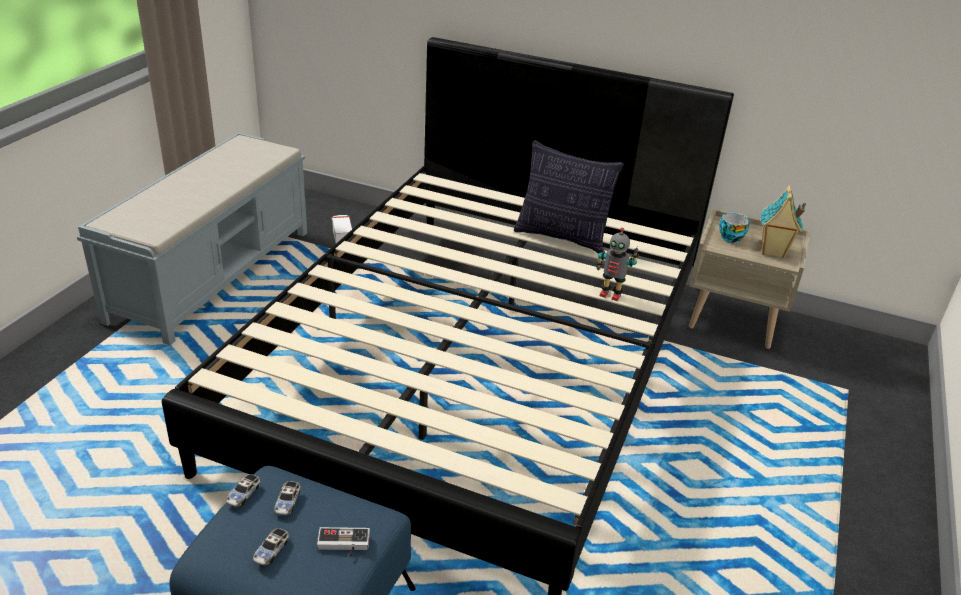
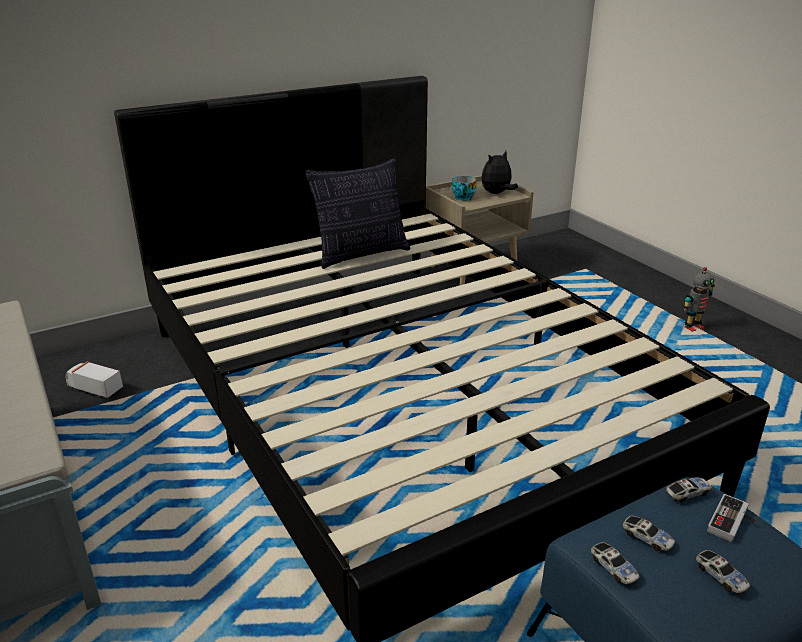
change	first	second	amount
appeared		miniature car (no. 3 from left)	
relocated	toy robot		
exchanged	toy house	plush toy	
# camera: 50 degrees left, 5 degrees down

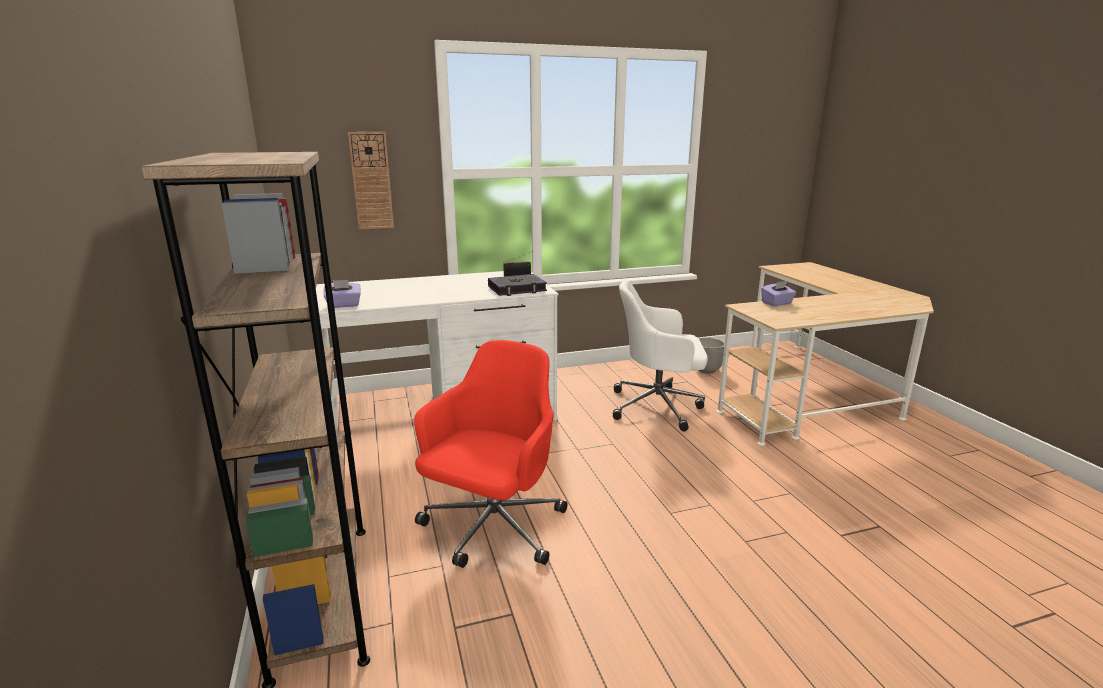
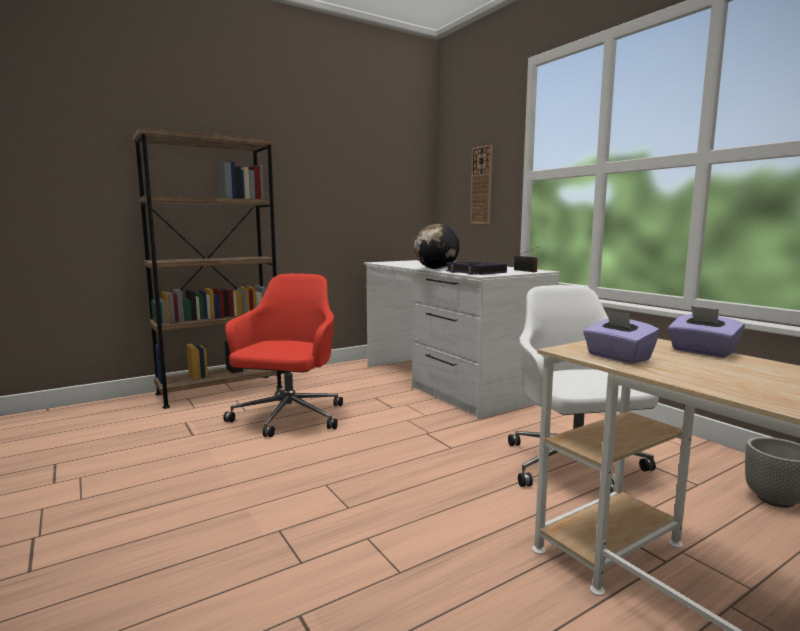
change	first	second	amount
appeared		world globe	
relocated	purple tissue holder (no. 1 from left)		
spun	red-coloured desk chair		90 degrees counterclockwise
# camera: 75 degrees right, 10 degrees down

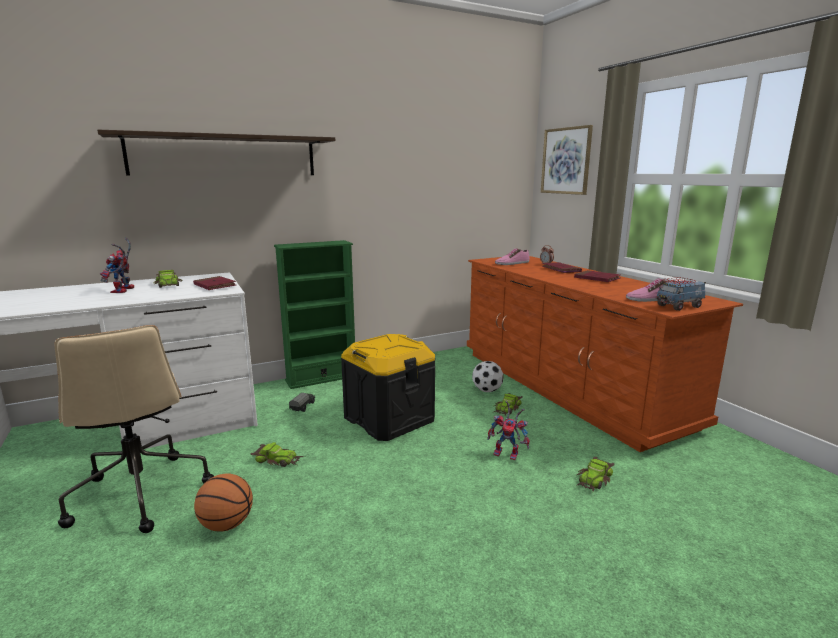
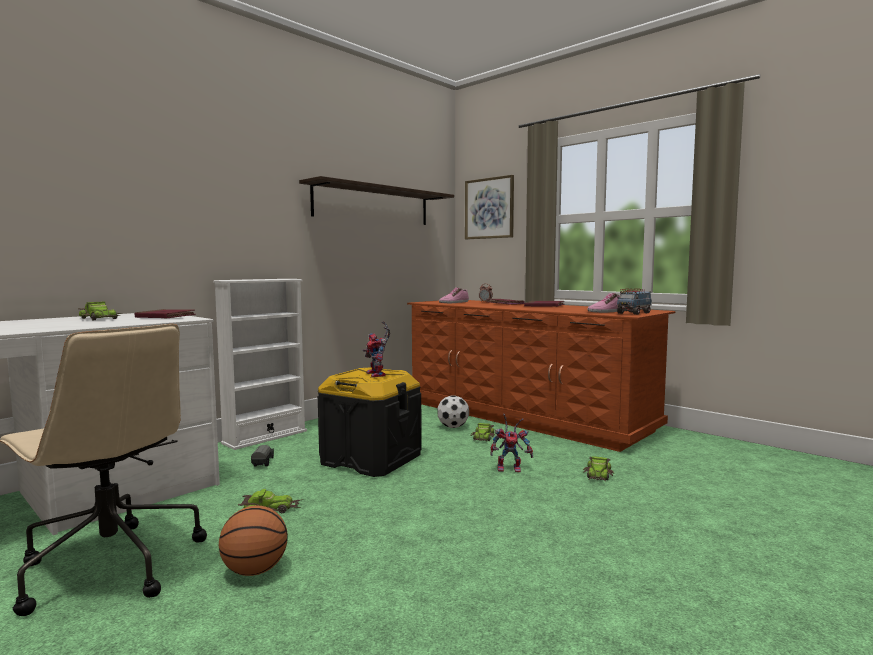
change	first	second	amount
relocated	wall shelf		
relocated	toy robot (no. 1 from left)		
colour	greenish shelving unit	white shelving unit	
# camera: 20 degrees left, 10 degrees down

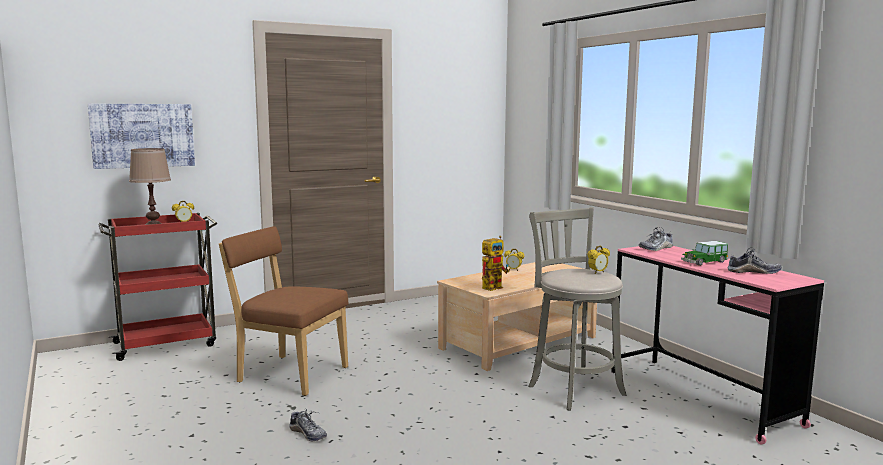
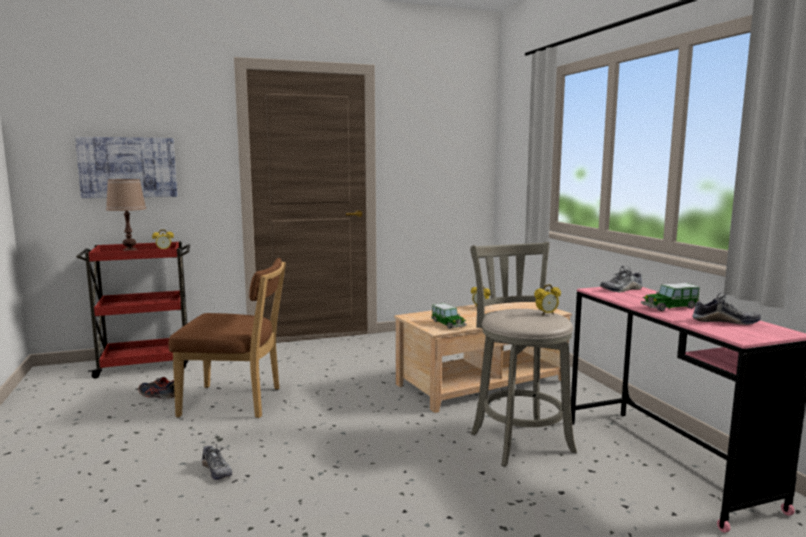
change	first	second	amount
appeared		low shoe (no. 1 from left)	
exchanged	toy robot	miniature car (no. 1 from left)	
spun	brownish upright chair		150 degrees clockwise
# camera: 10 degrees right, 0 degrees up

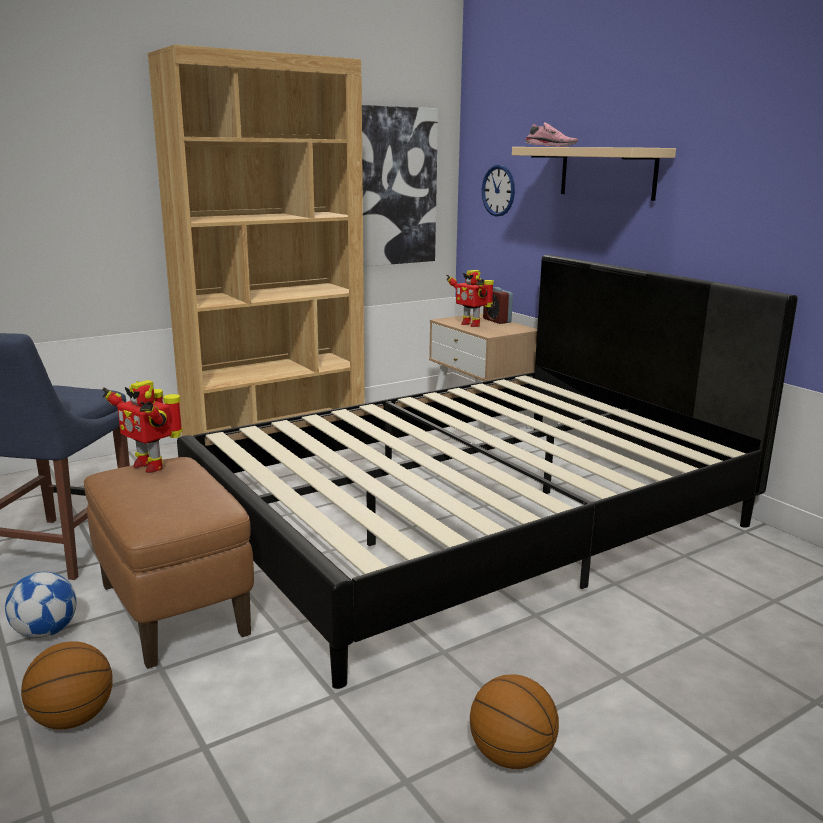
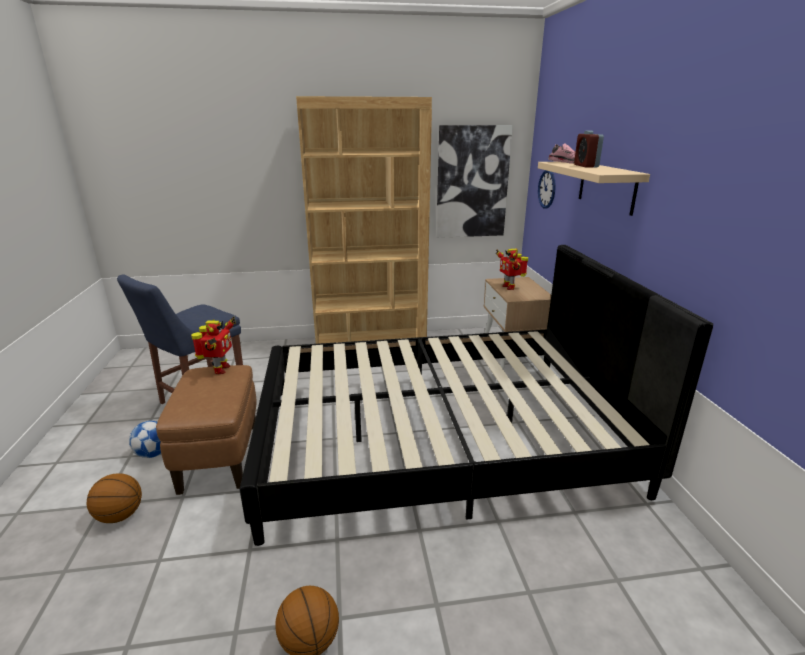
change	first	second	amount
relocated	bedside clock		
spun	toy robot (no. 1 from left)		150 degrees counterclockwise
# camera: 25 degrees right, 5 degrees up

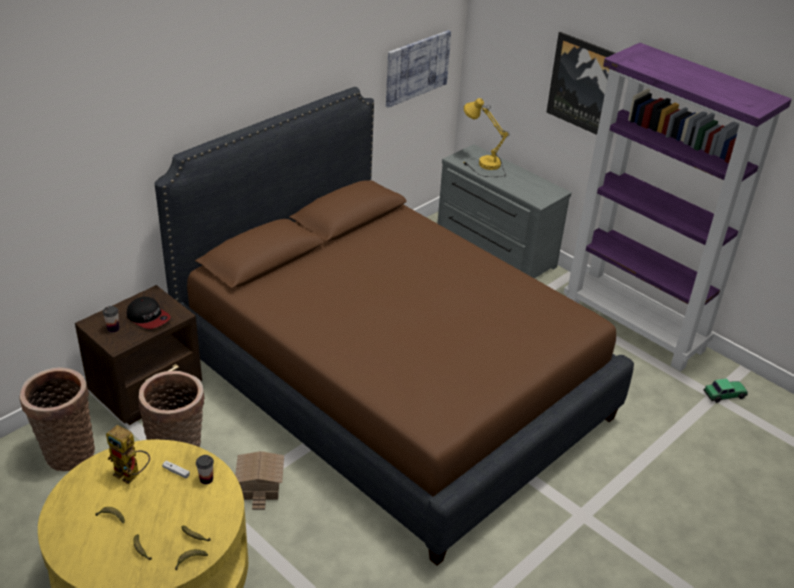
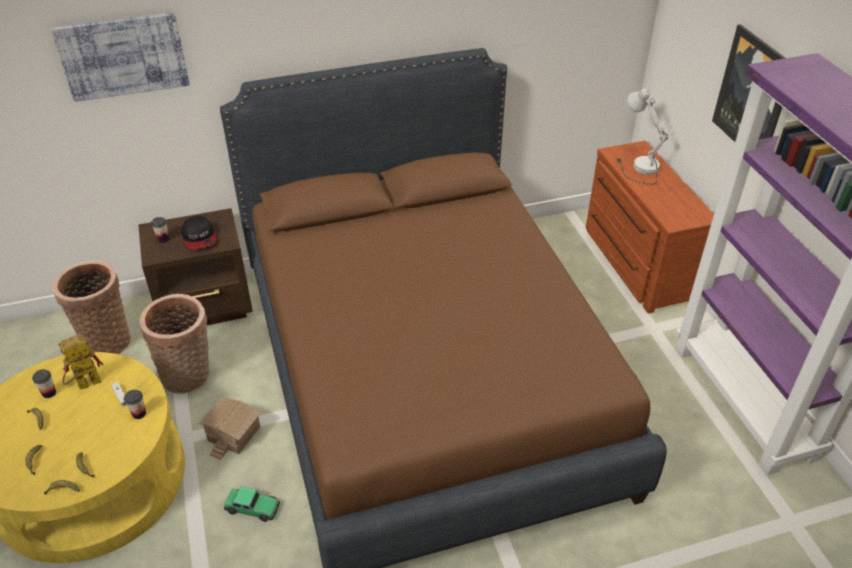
change	first	second	amount
appeared		small cup (no. 1 from left)	
relocated	wall picture (no. 1 from left)		
relocated	miniature car		
colour	greyish chest of drawers	brownish chest of drawers	
colour	yellowish table lamp	white table lamp	
spun	toy robot		90 degrees clockwise
# camera: 30 degrees right, 5 degrees up

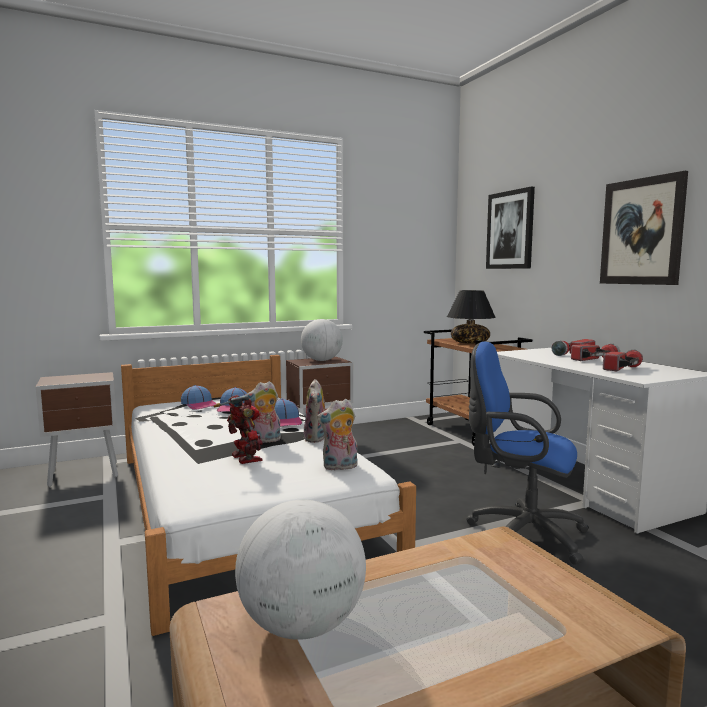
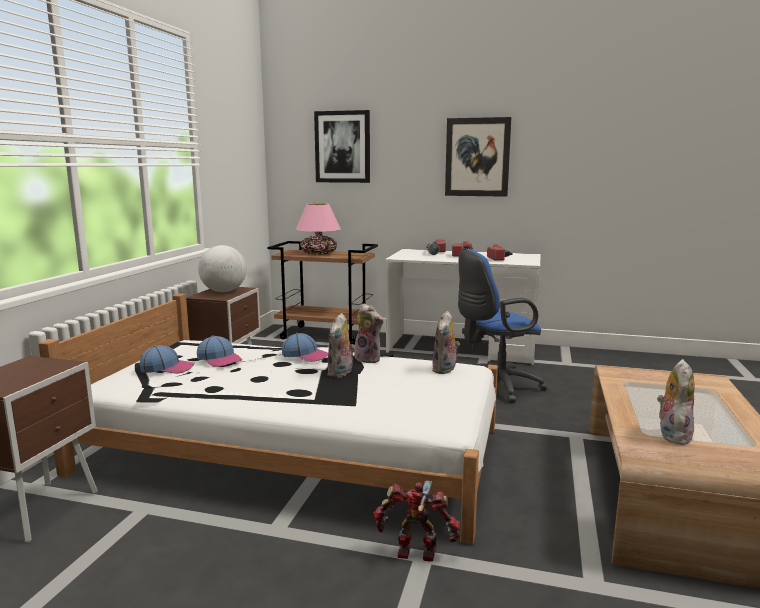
change	first	second	amount
relocated	toy robot		
exchanged	world globe (no. 1 from left)	plush toy (no. 4 from left)	
colour	blackish table lamp	pink table lamp	
# camera: 50 degrees left, 5 degrees up

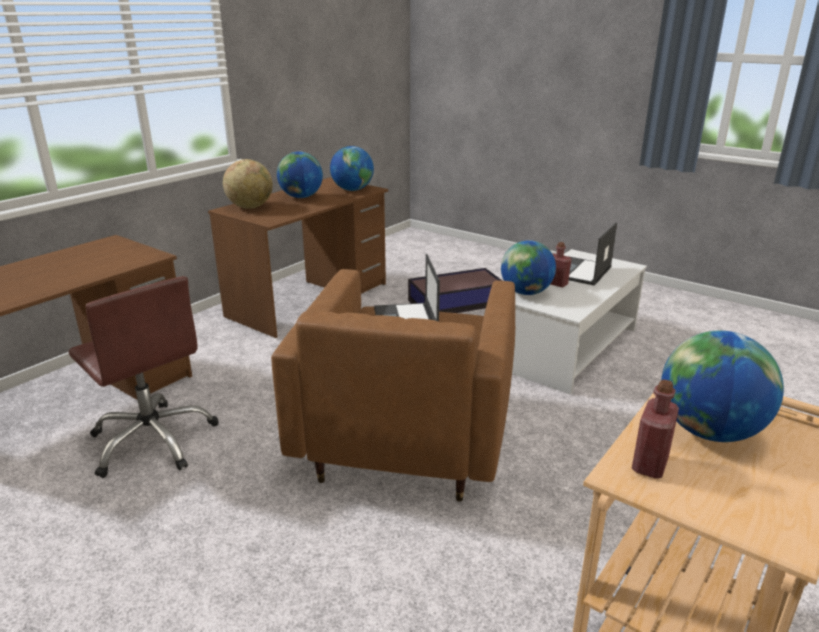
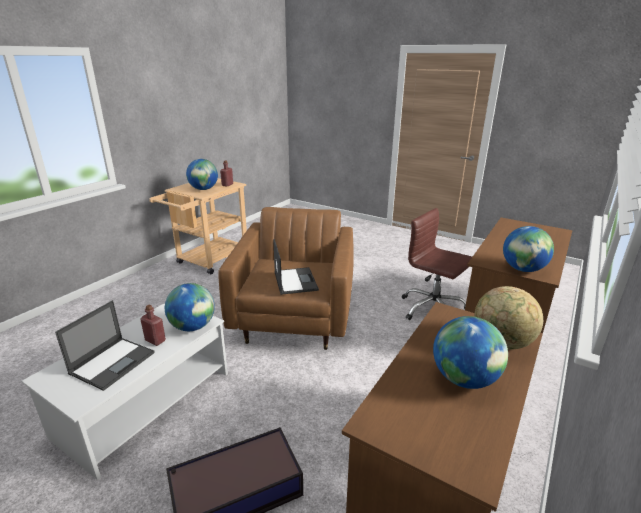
change	first	second	amount
relocated	world globe (no. 3 from left in the first image)	world globe (no. 5 from left)	
# camera: 175 degrees right, 0 degrees up

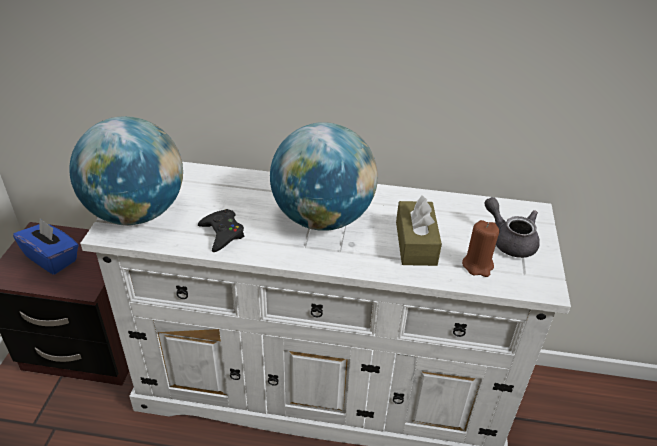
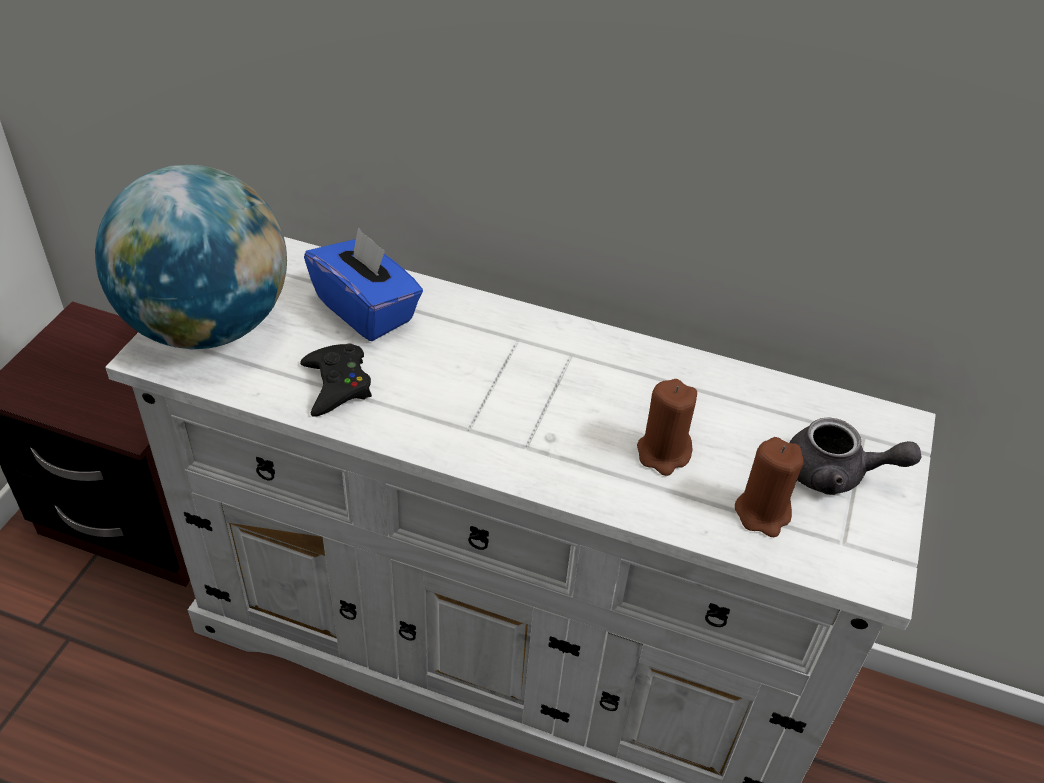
change	first	second	amount
missing	world globe (no. 2 from left)		
relocated	bluish tissue holder		
exchanged	brownish tissue holder	brownish wax light (no. 1 from left)	
spun	greyish tea pot		135 degrees clockwise
# camera: 10 degrees right, 5 degrees up

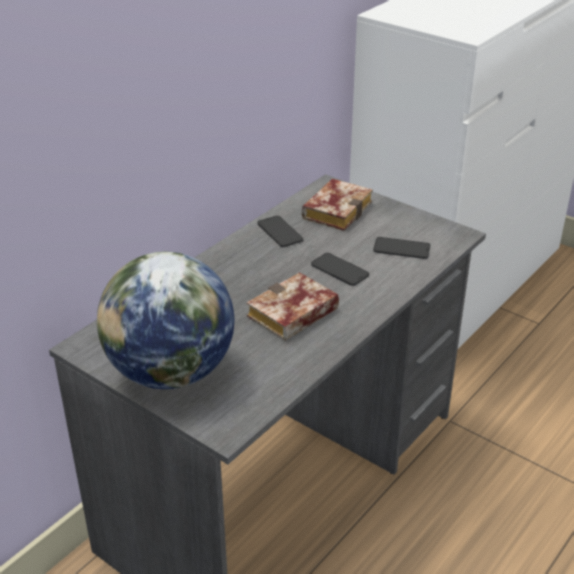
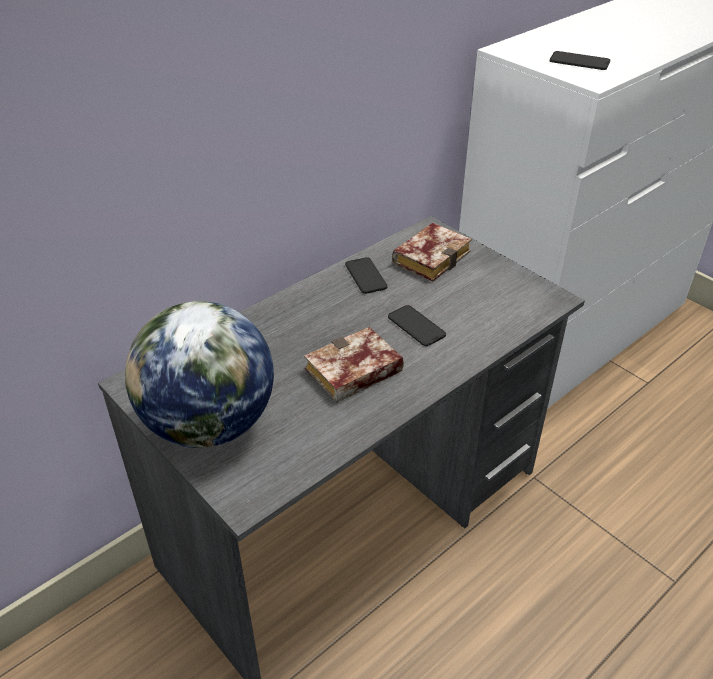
change	first	second	amount
relocated	telephone (no. 3 from left)		
# camera: 10 degrees right, 5 degrees up

